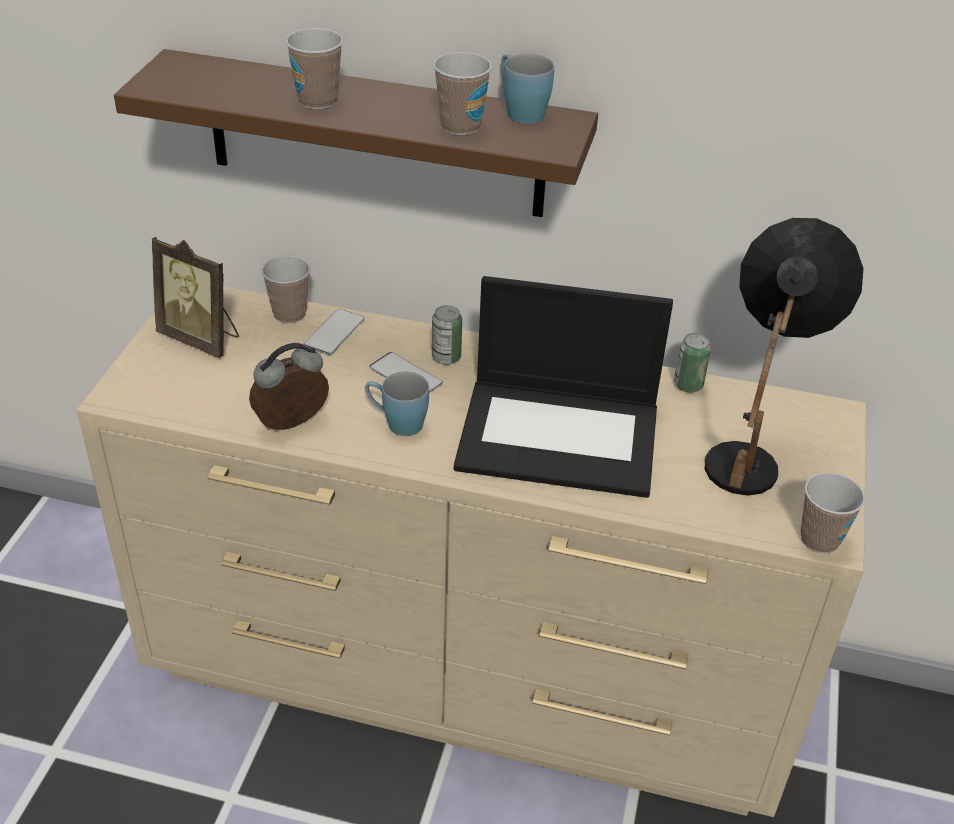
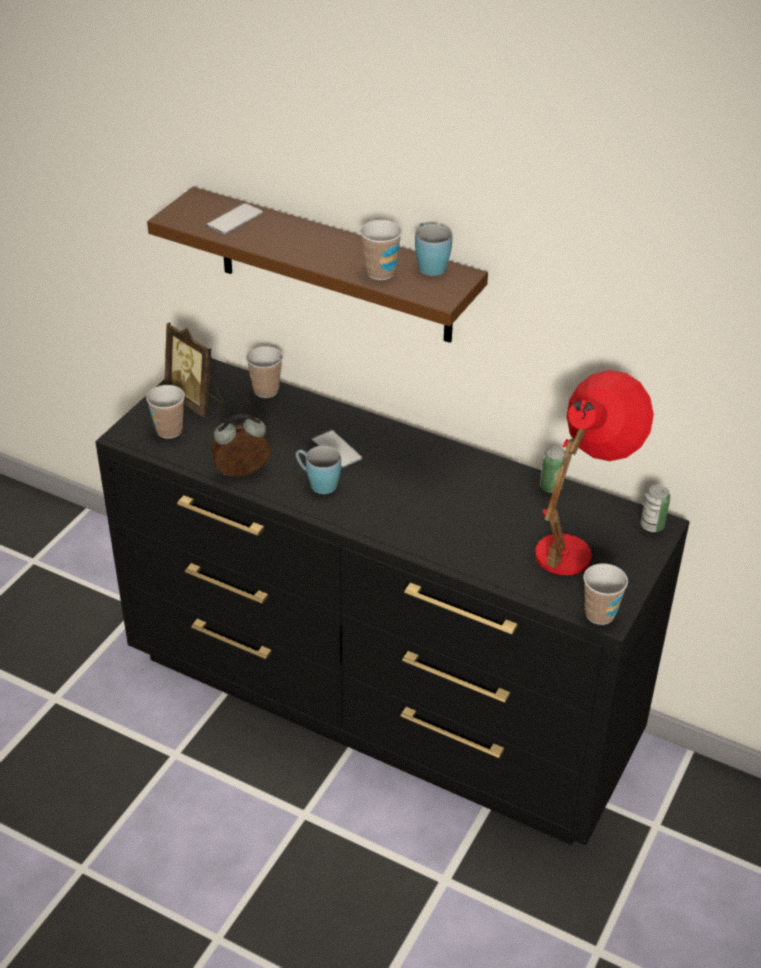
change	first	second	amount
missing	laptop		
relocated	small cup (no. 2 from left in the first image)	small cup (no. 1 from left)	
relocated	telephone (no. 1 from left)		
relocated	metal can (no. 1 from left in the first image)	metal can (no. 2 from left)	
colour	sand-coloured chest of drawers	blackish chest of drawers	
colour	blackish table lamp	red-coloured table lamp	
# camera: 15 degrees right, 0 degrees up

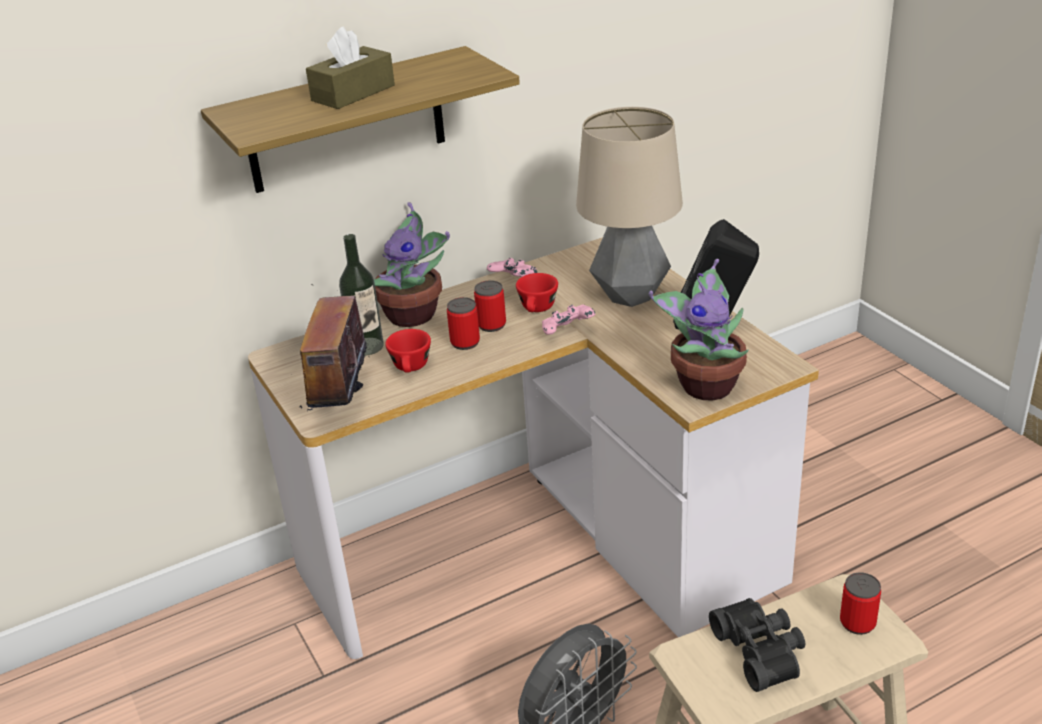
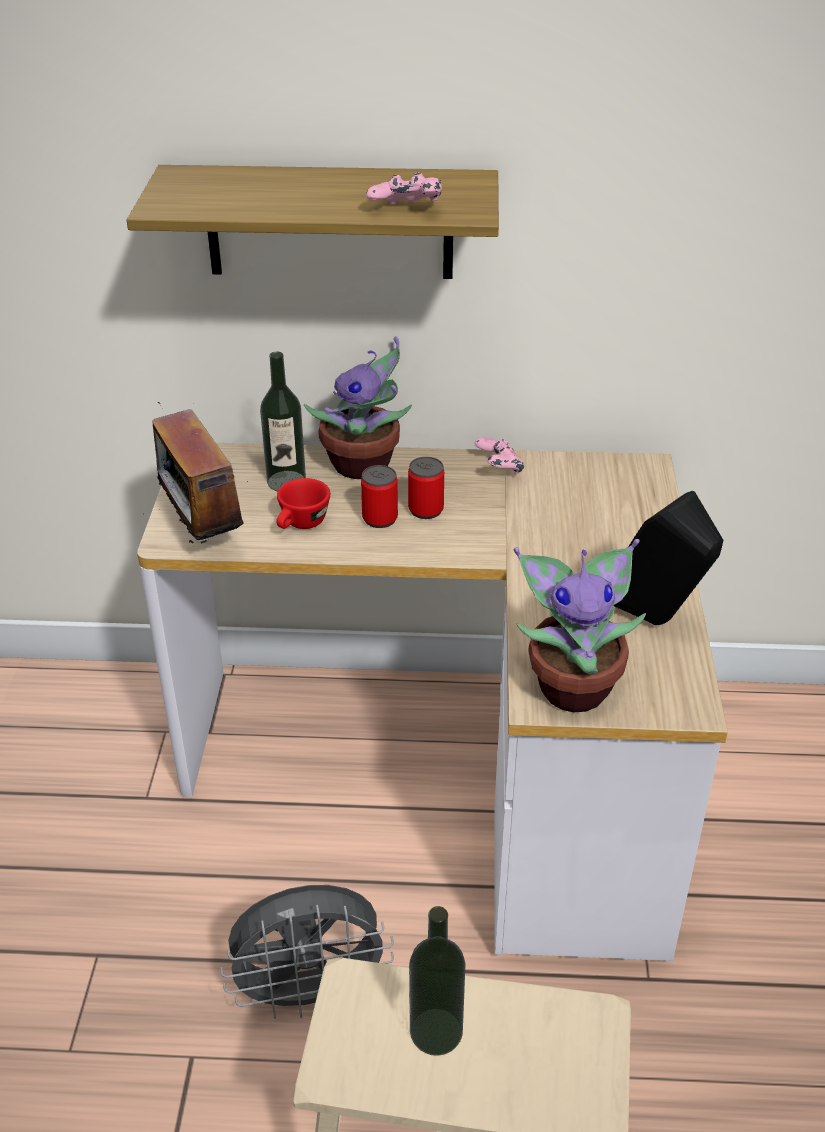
change	first	second	amount
missing	brownish tissue holder		
missing	red-coloured small cup (no. 2 from left)		
missing	table lamp		
missing	metal can (no. 3 from left)		
relocated	pink gamepad (no. 2 from left in the first image)	pink gamepad (no. 1 from left)	
exchanged	blackish pair of binoculars	beverage bottle (no. 2 from left)	
spun	radio		60 degrees counterclockwise
# camera: 30 degrees right, 5 degrees up

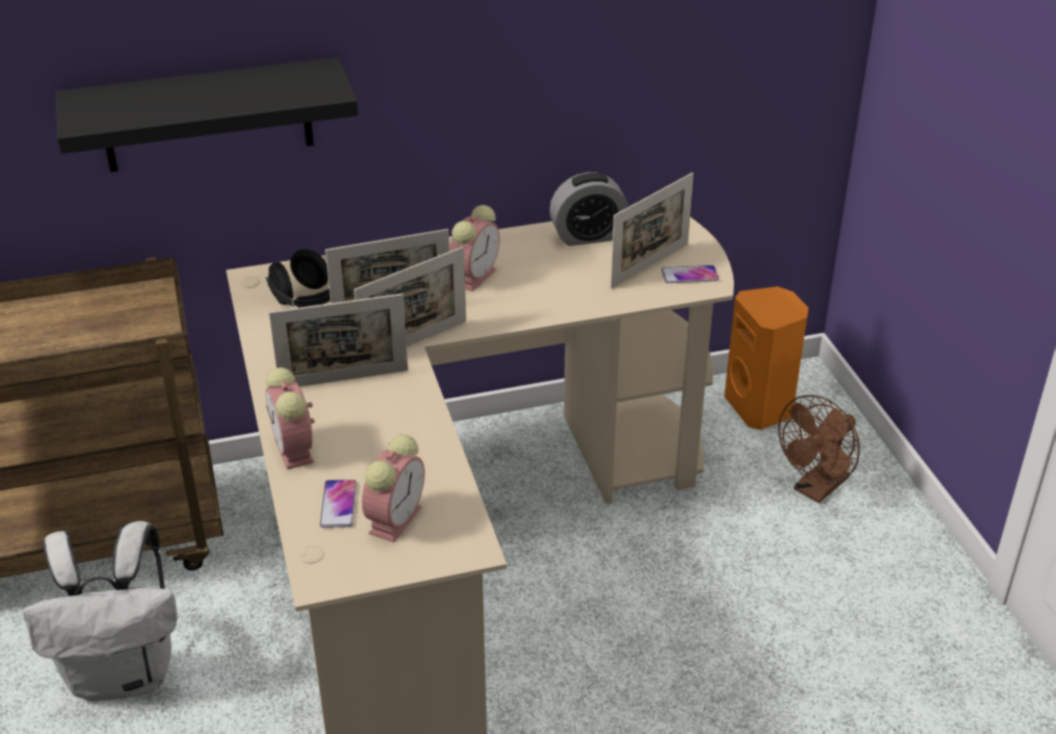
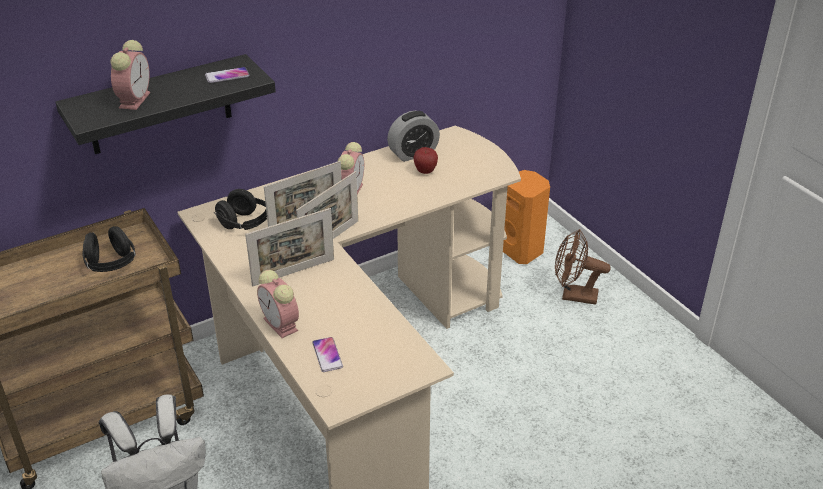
change	first	second	amount
missing	photo frame (no. 4 from left)		
appeared		blackish headphones (no. 1 from left)	
appeared		apple	
relocated	bedside clock (no. 2 from left in the first image)	bedside clock (no. 1 from left)	
relocated	telephone (no. 2 from left in the first image)	telephone (no. 1 from left)	
spun	brownish electric fan		75 degrees clockwise
# camera: 15 degrees left, 0 degrees up

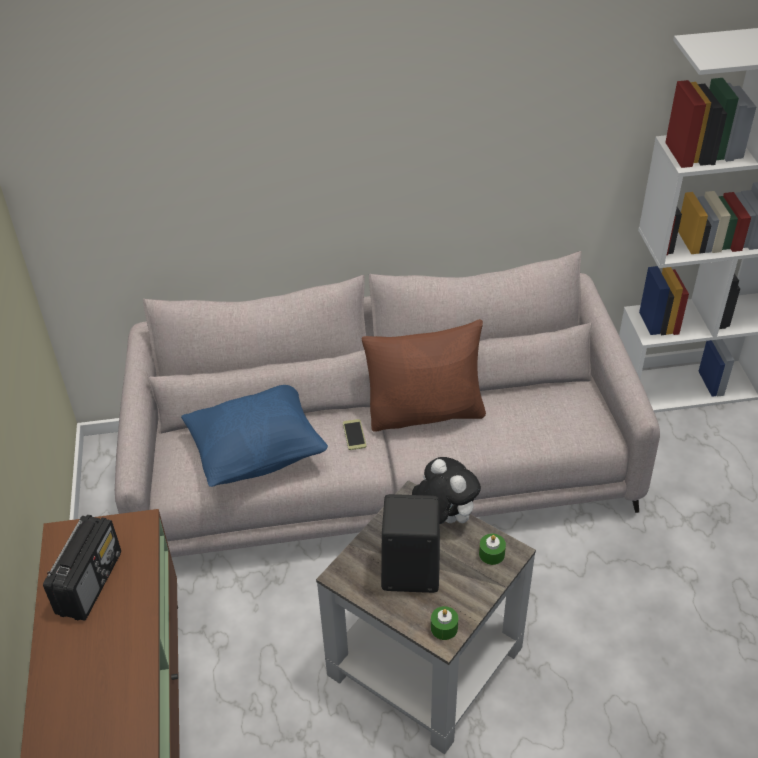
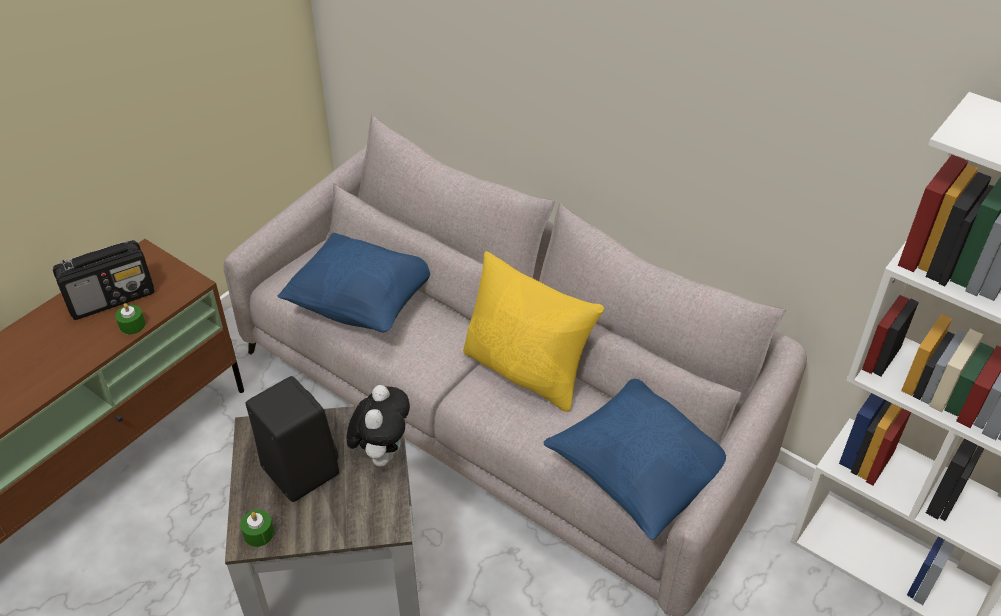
change	first	second	amount
missing	telephone		
appeared		bluish cushion (no. 2 from left)	
relocated	greenish wax light (no. 2 from left in the first image)	greenish wax light (no. 1 from left)	
colour	brownish cushion	yellowish cushion	
# camera: 45 degrees right, 0 degrees up

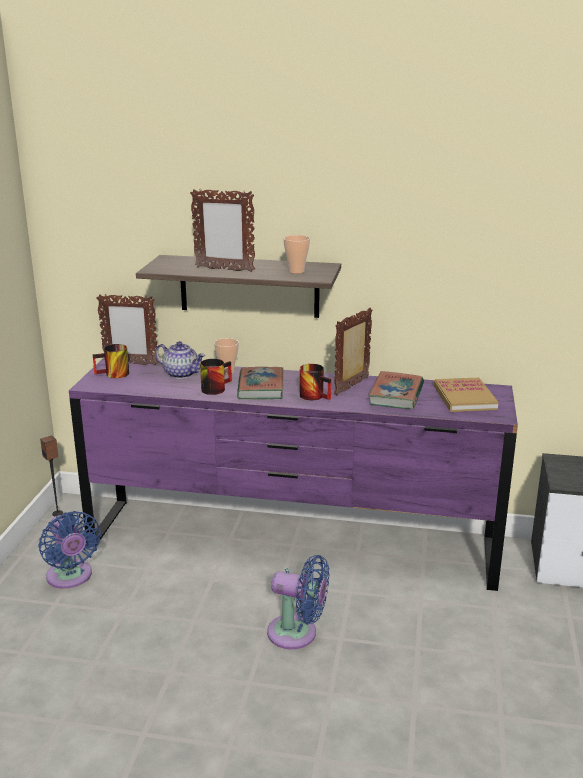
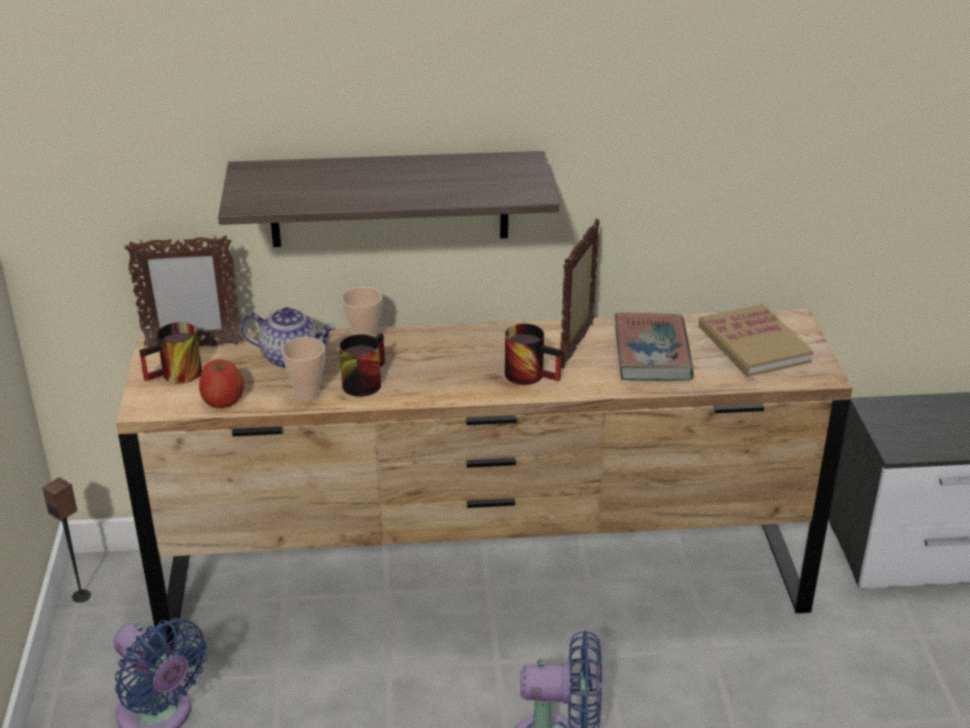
change	first	second	amount
missing	photo frame (no. 2 from left)		
missing	book (no. 1 from left)		
appeared		apple	
relocated	small cup (no. 2 from left in the first image)	small cup (no. 1 from left)	
colour	purple chest of drawers	brownish chest of drawers	
# camera: 15 degrees left, 10 degrees up

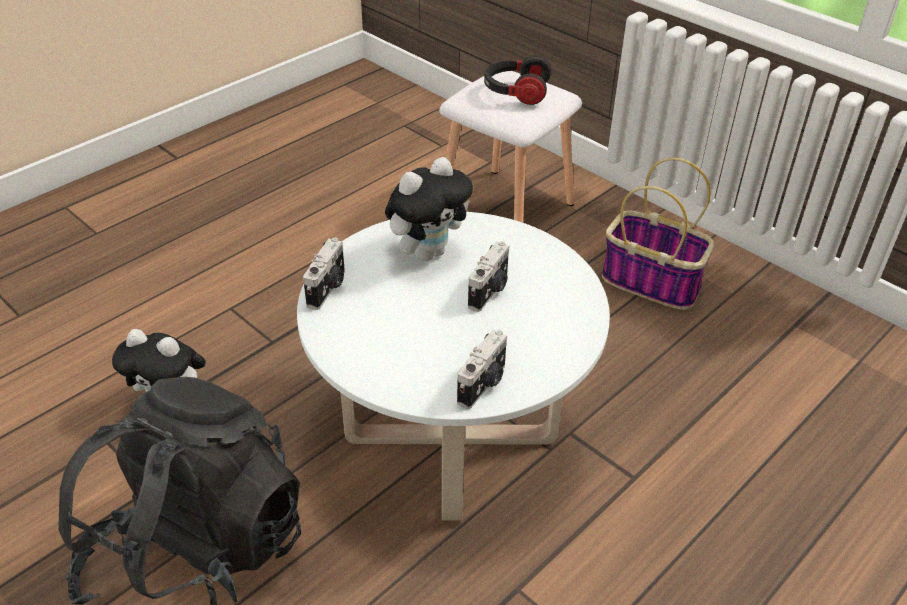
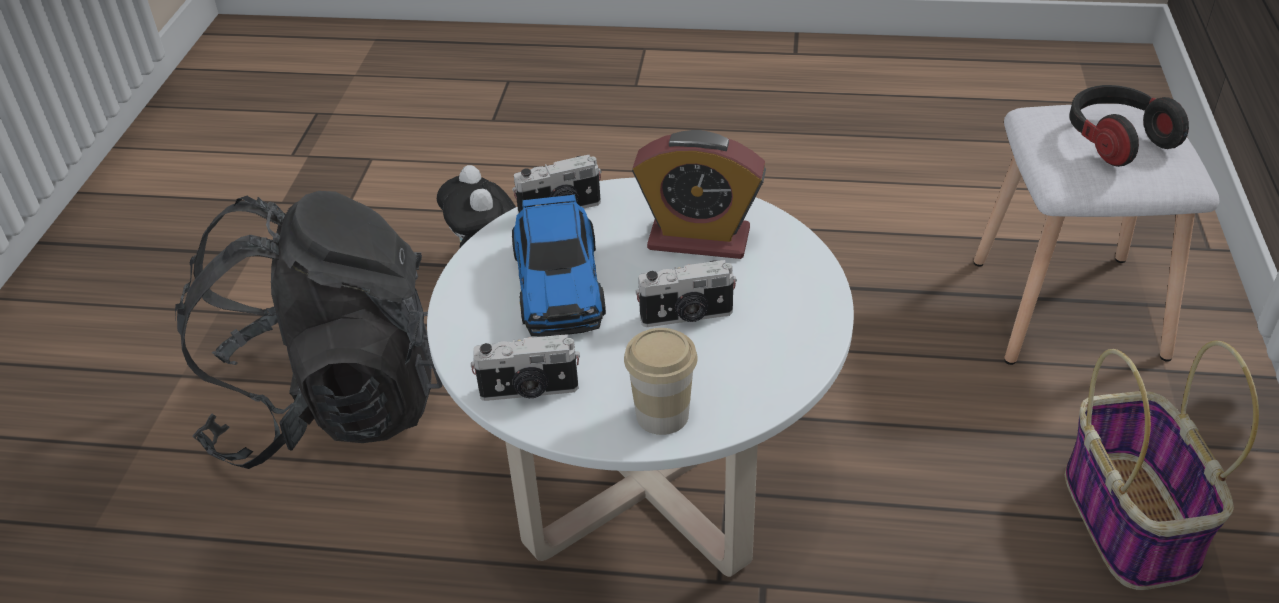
change	first	second	amount
appeared		miniature car	
appeared		small cup	
exchanged	plush toy (no. 2 from left)	bedside clock	
# camera: 55 degrees right, 0 degrees up

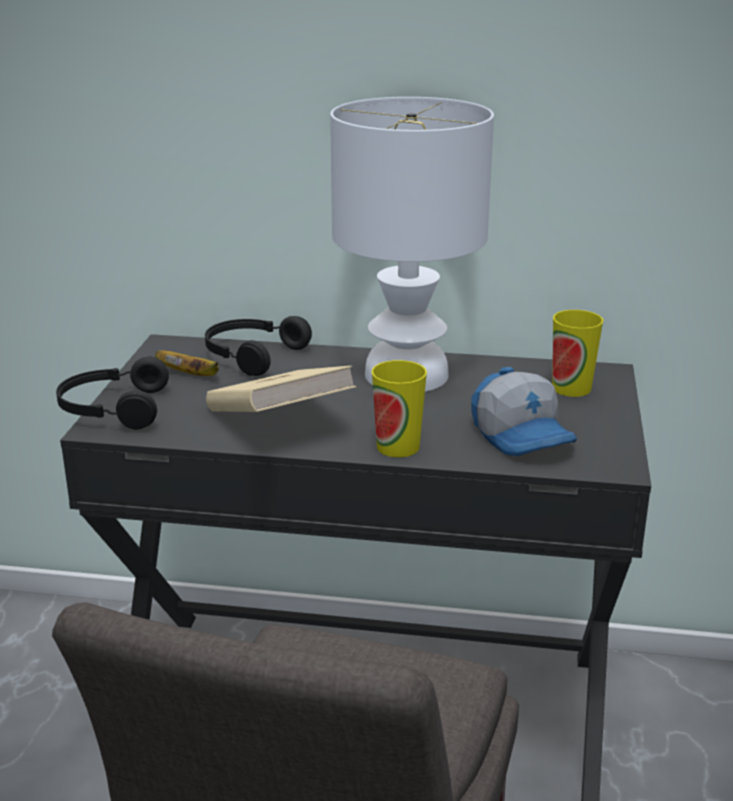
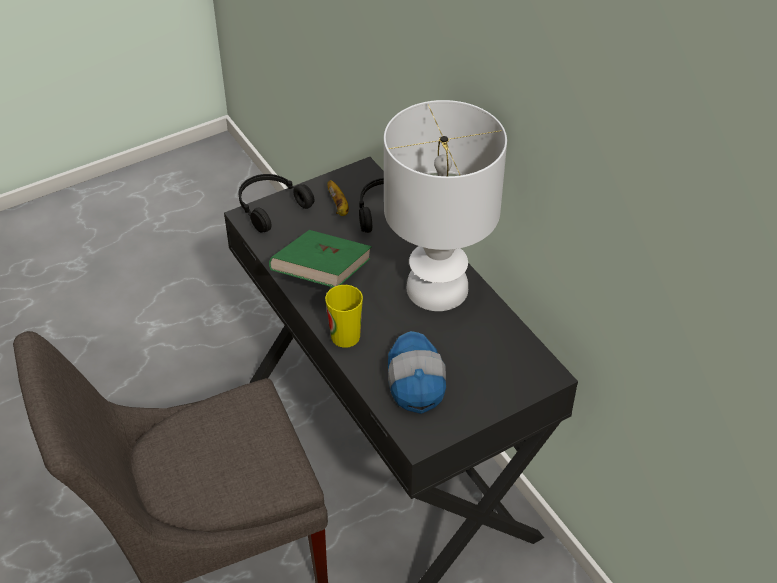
change	first	second	amount
missing	small cup (no. 2 from left)		
colour	sand-coloured book	greenish book	
spun	baseball cap		150 degrees clockwise
# camera: 50 degrees right, 20 degrees up

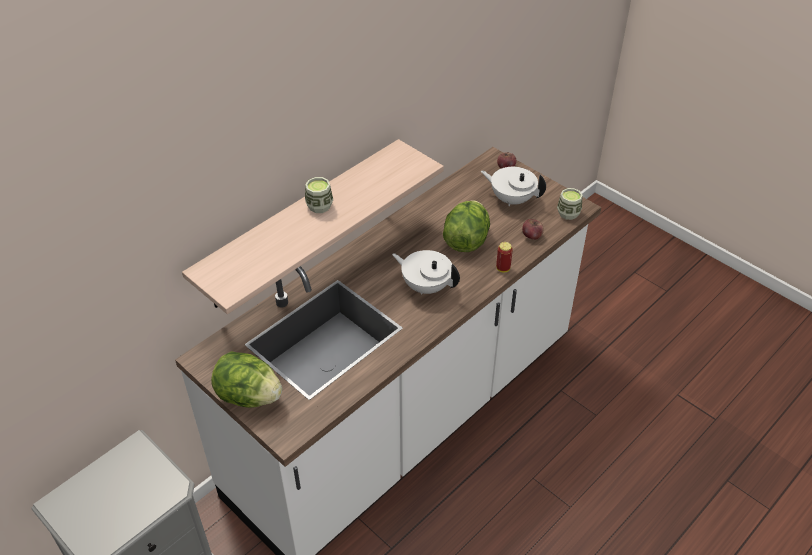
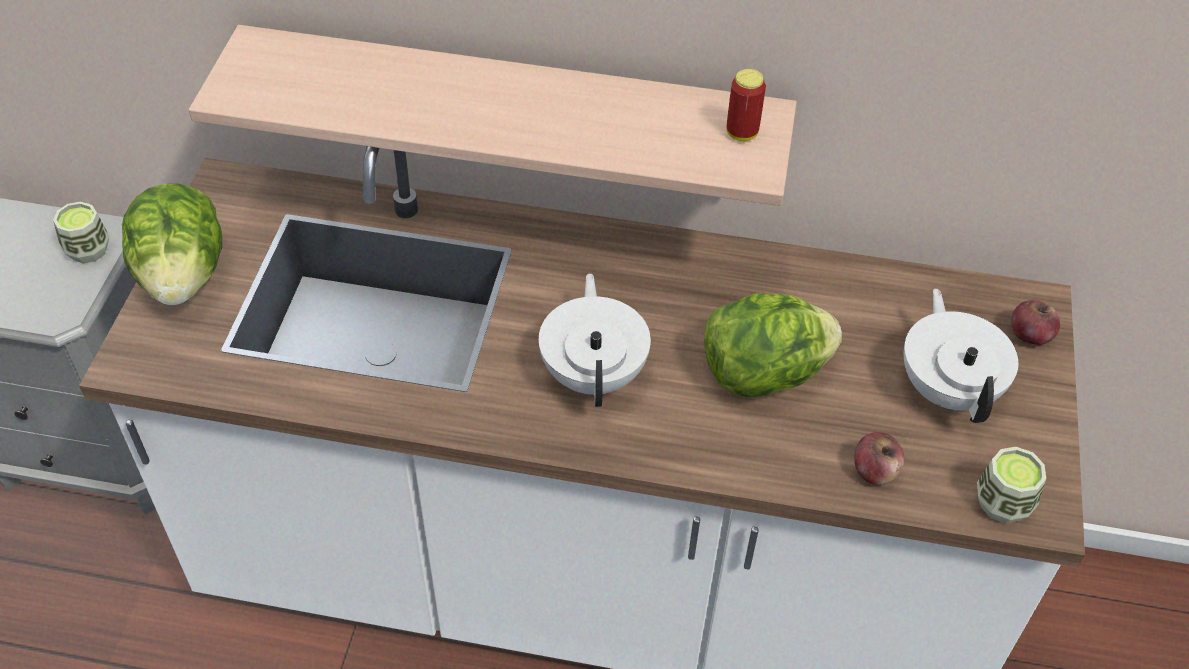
change	first	second	amount
relocated	small cup (no. 1 from left)		
relocated	metal can		
# camera: 55 degrees right, 5 degrees up

